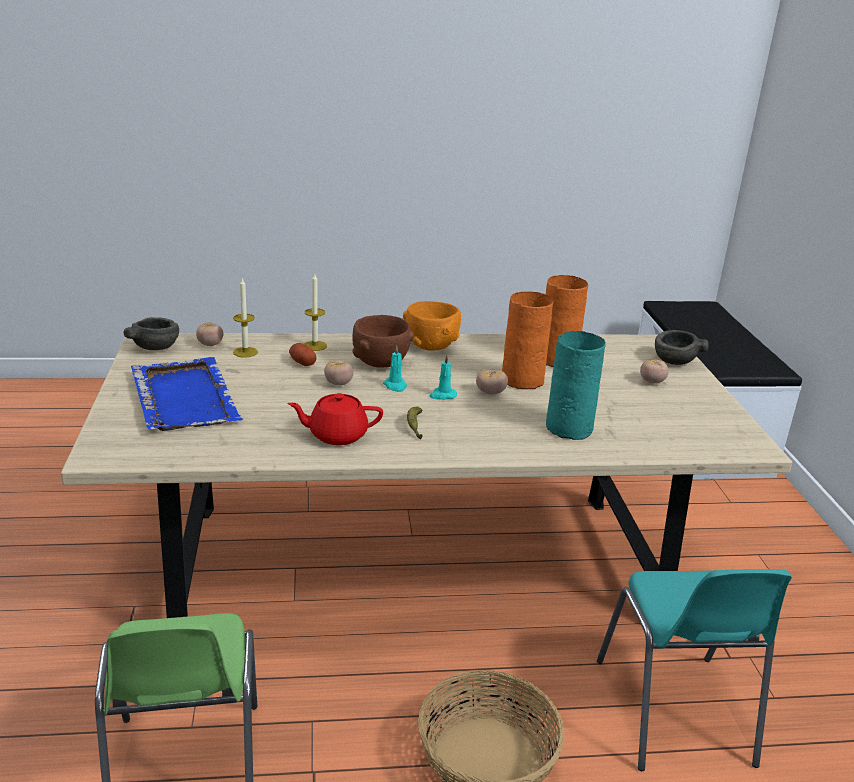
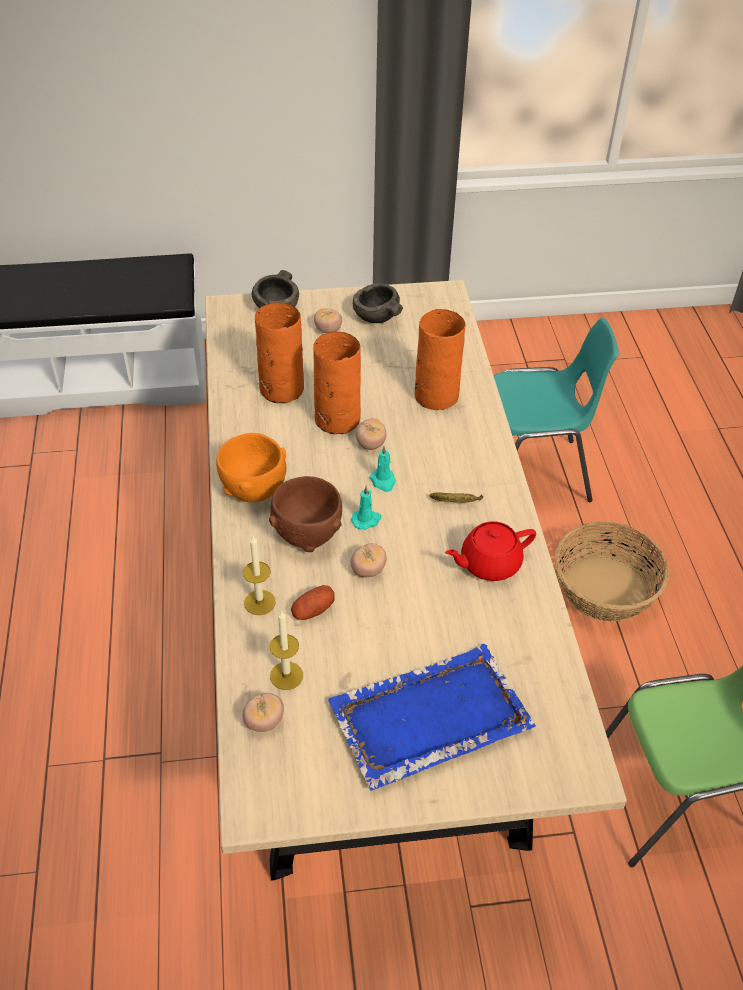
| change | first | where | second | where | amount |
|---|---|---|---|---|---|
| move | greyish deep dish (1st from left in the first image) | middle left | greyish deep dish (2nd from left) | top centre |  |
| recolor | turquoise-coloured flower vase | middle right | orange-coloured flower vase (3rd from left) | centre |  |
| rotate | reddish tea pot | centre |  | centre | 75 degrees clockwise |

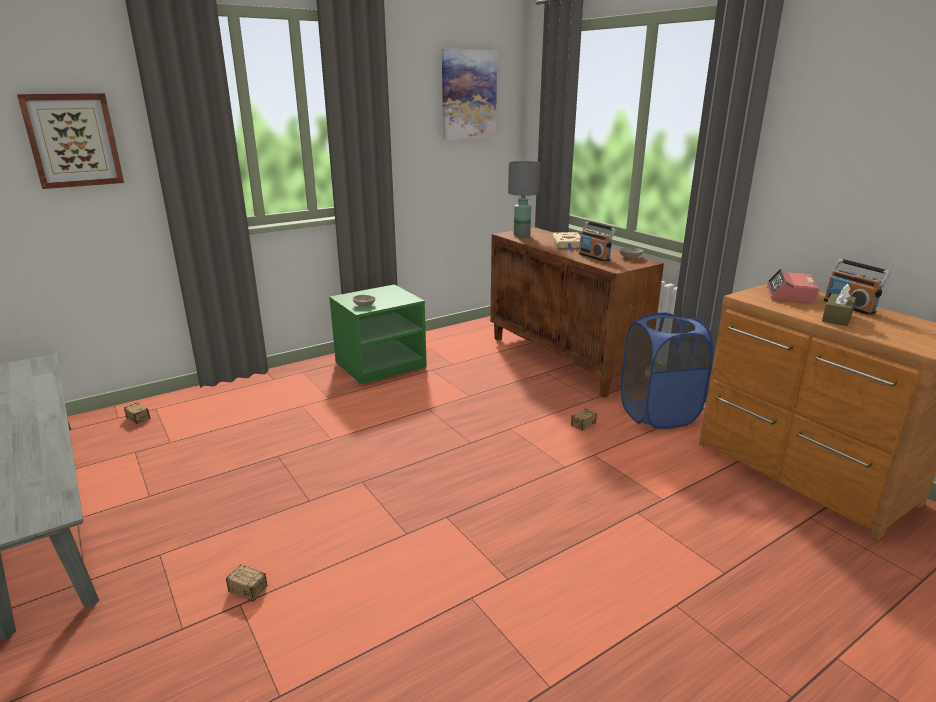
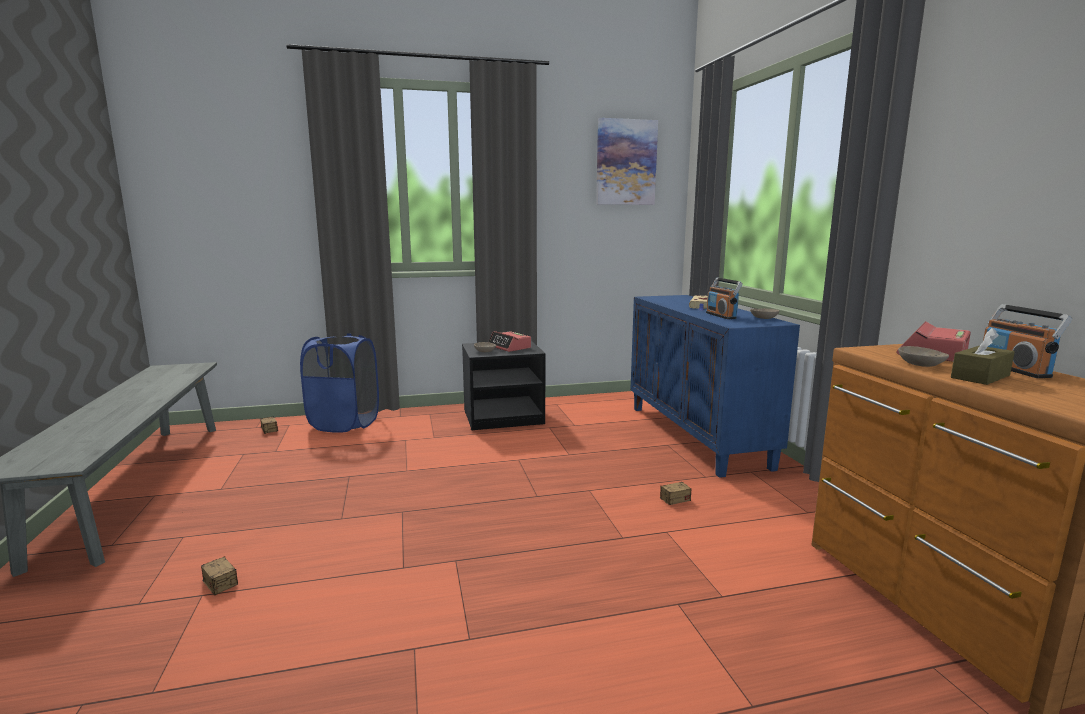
| change | first | where | second | where | amount |
|---|---|---|---|---|---|
| move | blue hamper | middle right |  | middle left |  |
| recolor | greenish nightstand | centre | black-coloured nightstand | centre |  |
| insert |  |  | alarm clock (1st from left) | centre |  |
| recolor | brown-coloured storage cabinet | centre | blue storage cabinet | centre |  |
| insert |  |  | beige deep dish (3rd from left) | middle right |  |
| delete | picture (1st from left) | top left |  |  |  |
| delete | greyish lamp for a table | top centre |  |  |  |

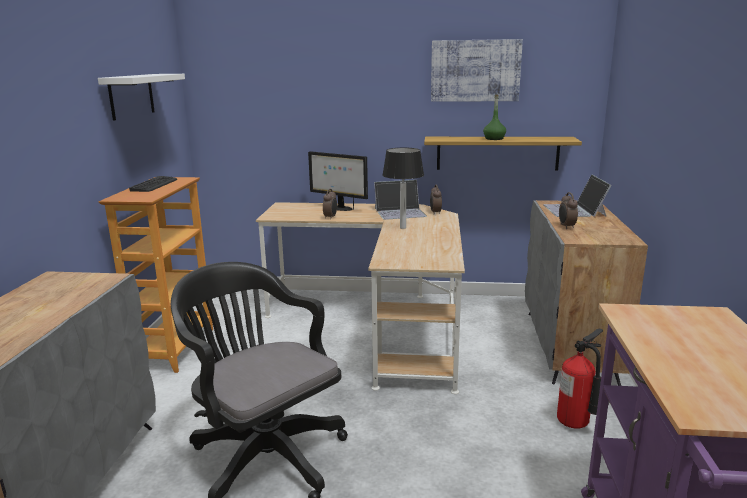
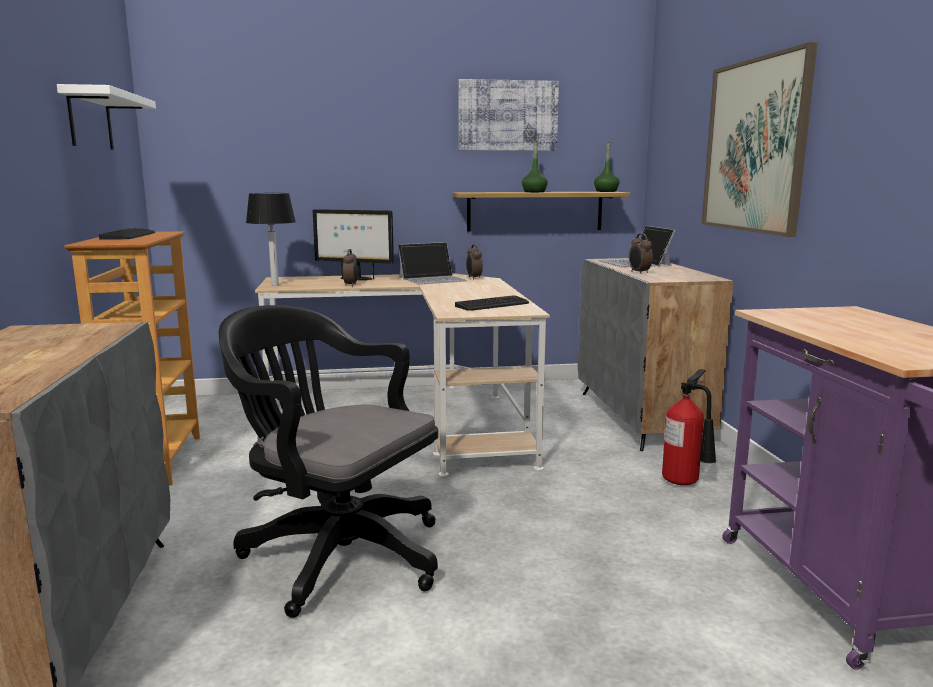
| change | first | where | second | where | amount |
|---|---|---|---|---|---|
| move | lamp for a table | centre |  | middle left |  |
| insert |  |  | computer keyboard (2nd from left) | centre |  |
| insert |  |  | greenish drink bottle (2nd from left) | top centre |  |
| insert |  |  | picture (2nd from left) | top right |  |

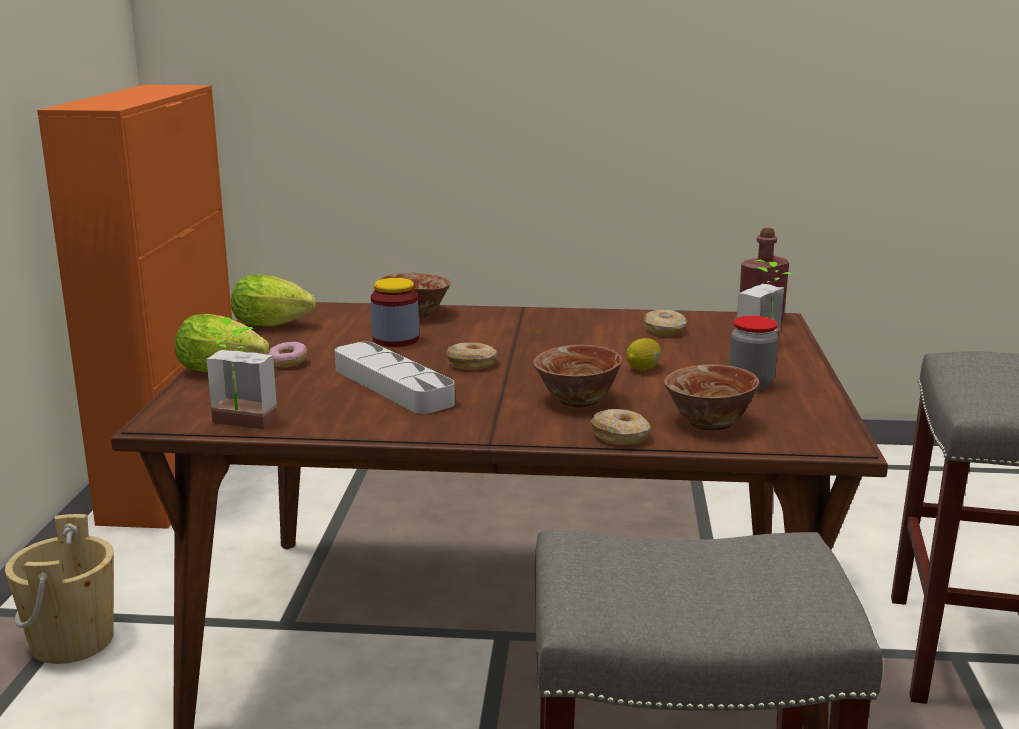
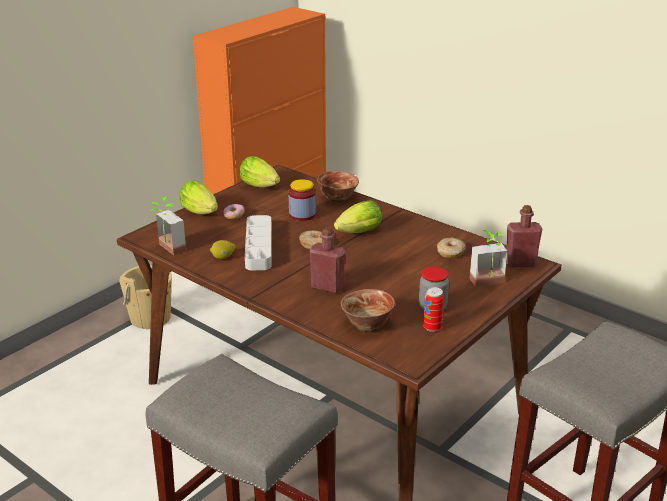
| change | first | where | second | where | amount |
|---|---|---|---|---|---|
| move | lemon | centre |  | middle left |  |
| replace | deep dish (2nd from left) | centre | reddish drink bottle (1st from left) | centre |  |
| insert |  |  | lettuce head (3rd from left) | centre |  |
| insert |  |  | can | centre |  |
| delete | doughnut (3rd from left) | centre |  |  |  |

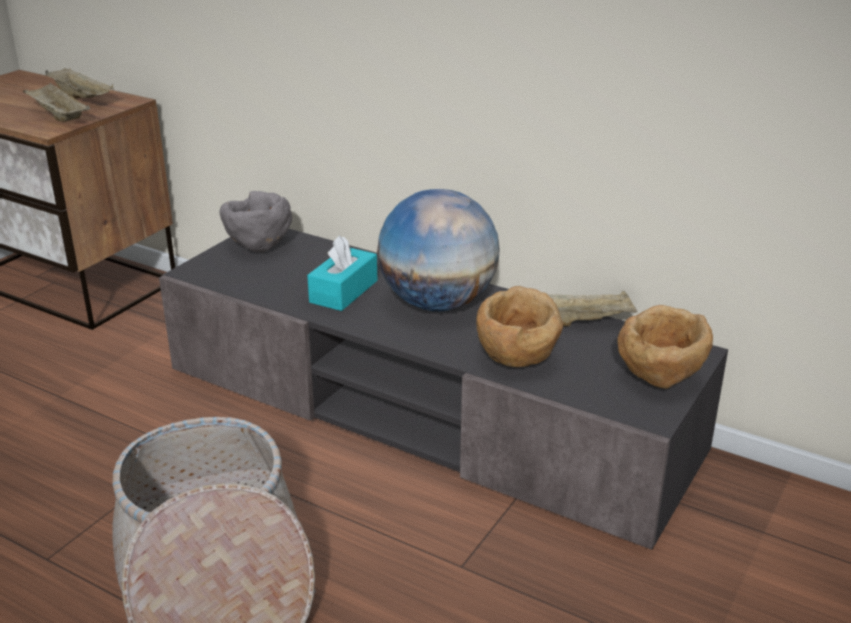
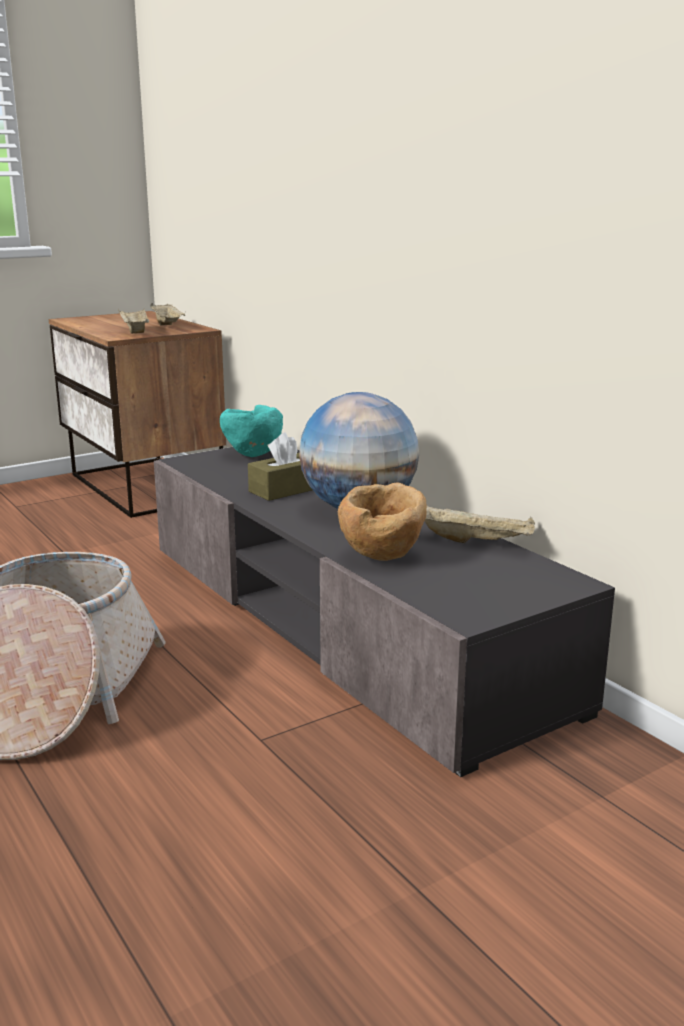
| change | first | where | second | where | amount |
|---|---|---|---|---|---|
| recolor | greyish deep dish | middle left | turquoise-coloured deep dish | centre |  |
| recolor | turquoise-coloured box of tissues | centre | brown-coloured box of tissues | centre |  |
| delete | brown-coloured deep dish (2nd from left) | middle right |  |  |  |

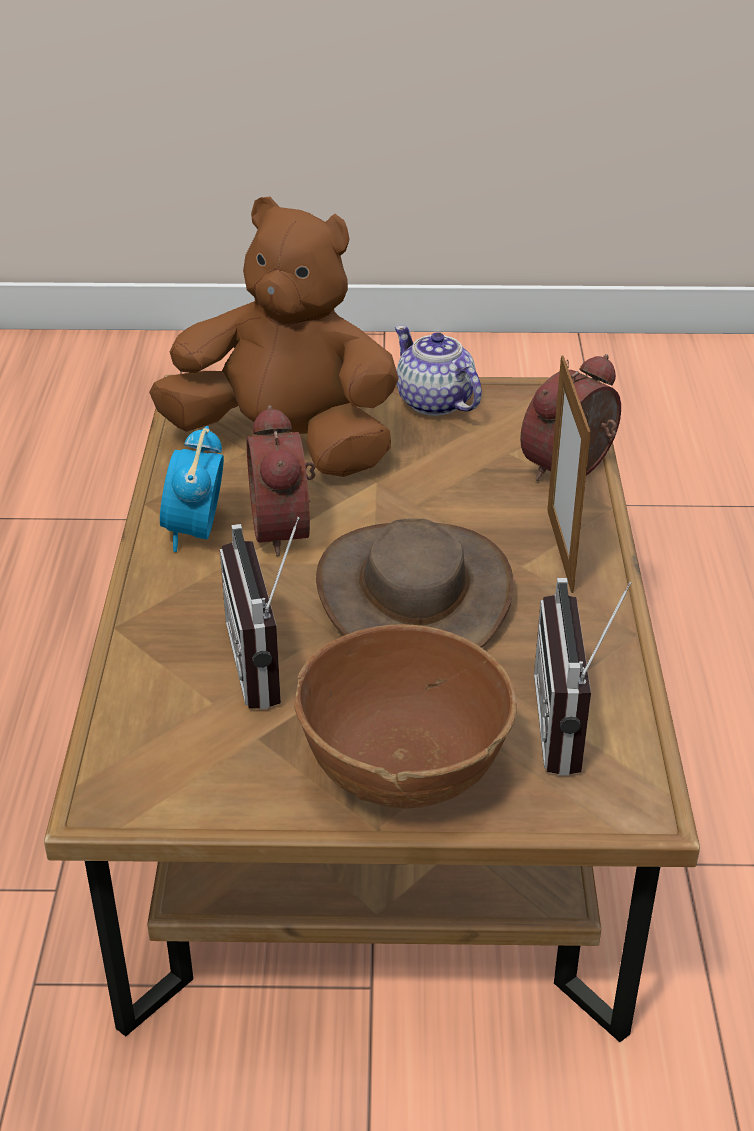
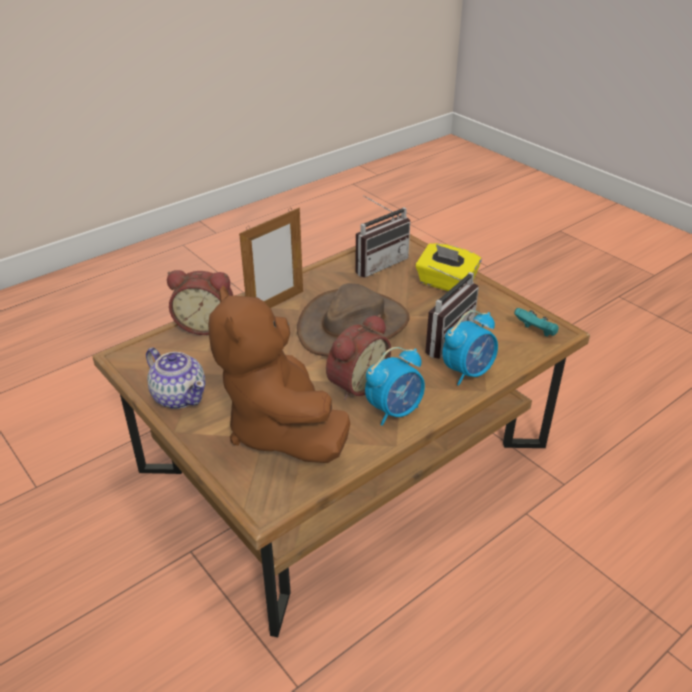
| change | first | where | second | where | amount |
|---|---|---|---|---|---|
| rotate | tea pot | top centre |  | middle left | 60 degrees counterclockwise |
| replace | brown-coloured deep dish | centre | yellow-coloured box of tissues | centre |  |
| insert |  |  | alarm clock (4th from left) | middle right |  |
| insert |  |  | turquoise-coloured game controller | middle right |  |

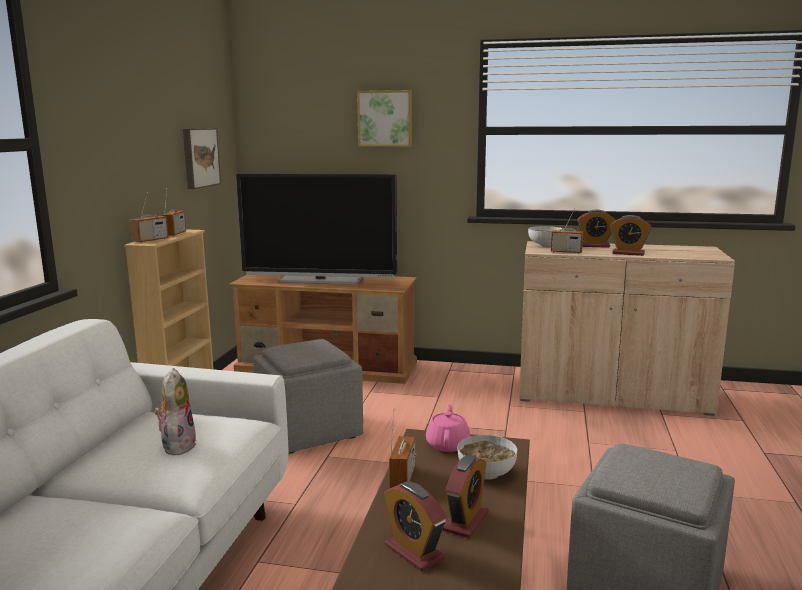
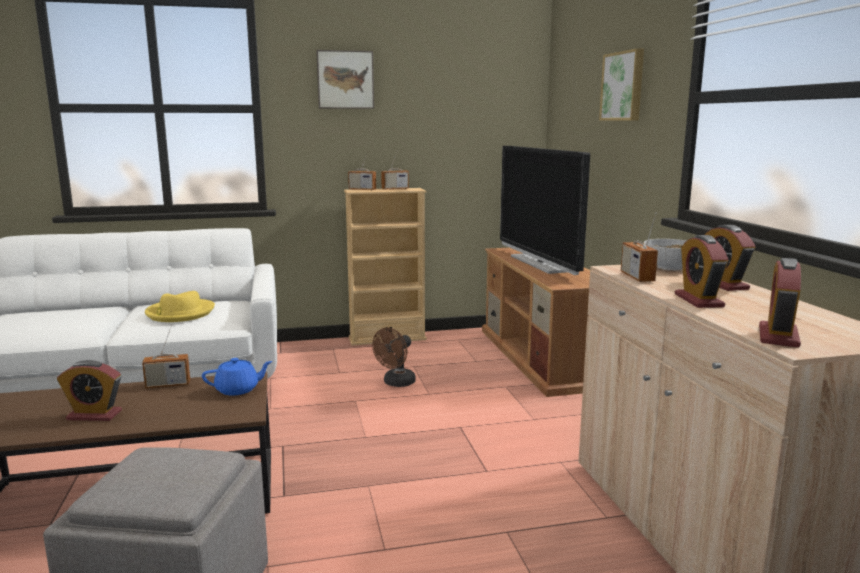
| change | first | where | second | where | amount |
|---|---|---|---|---|---|
| replace | cuddly toy | bottom left | yellow-coloured clothing hat | middle left |  |
| recolor | pink tea pot | bottom centre | blue tea pot | middle left |  |
| move | picture (1st from left) | top left |  | top centre |  |
| replace | greyish footrest (1st from left) | bottom centre | brown-coloured fan | centre |  |
| move | alarm clock (1st from left in the first image) | bottom centre | alarm clock (4th from left) | middle right |  |
| delete | deep dish (1st from left) | bottom centre |  |  |  |

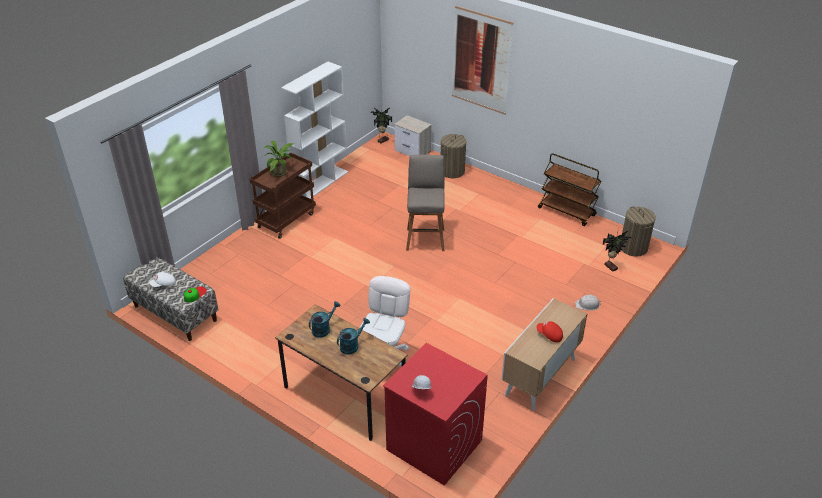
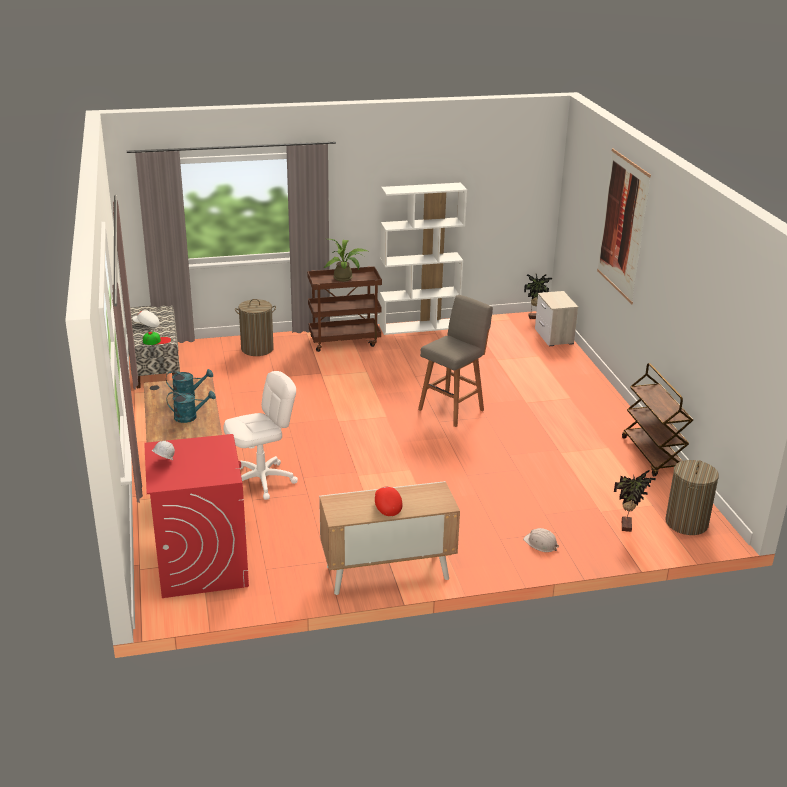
| change | first | where | second | where | amount |
|---|---|---|---|---|---|
| move | hamper (1st from left) | top centre |  | middle left |  |

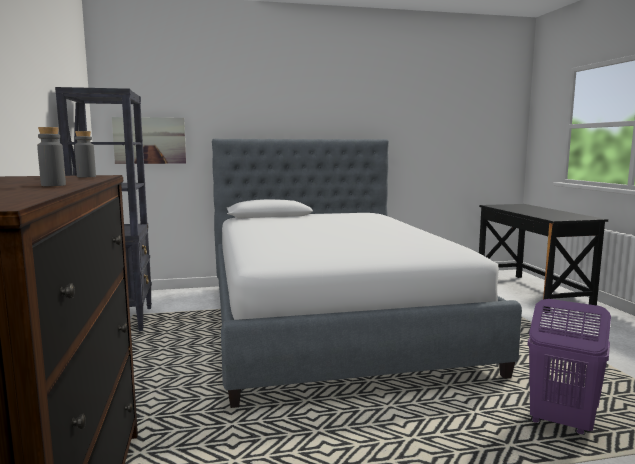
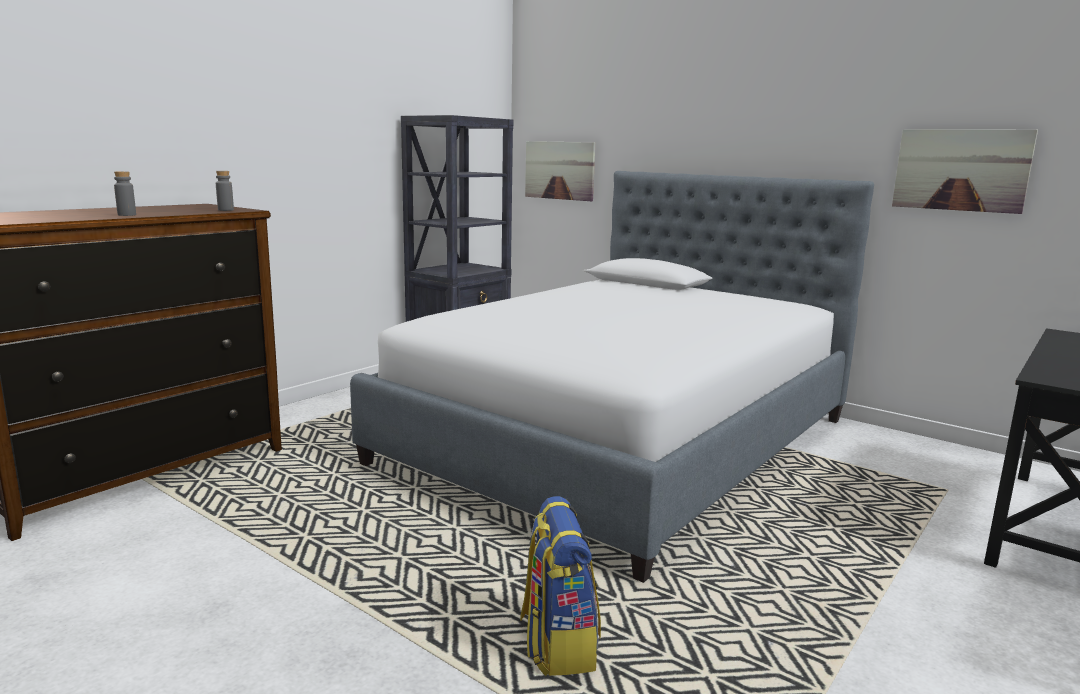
| change | first | where | second | where | amount |
|---|---|---|---|---|---|
| replace | purple-coloured hamper | bottom right | knapsack | bottom centre |  |
| insert |  |  | picture (2nd from left) | top right |  |

